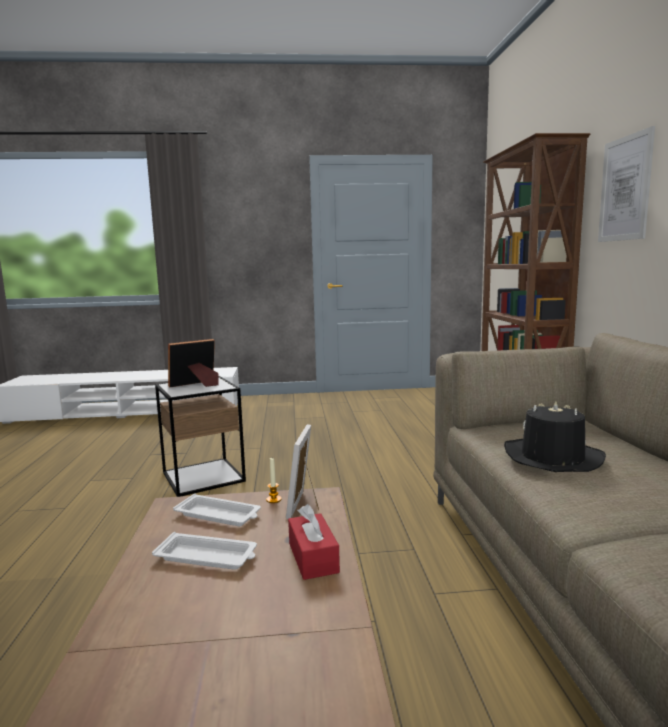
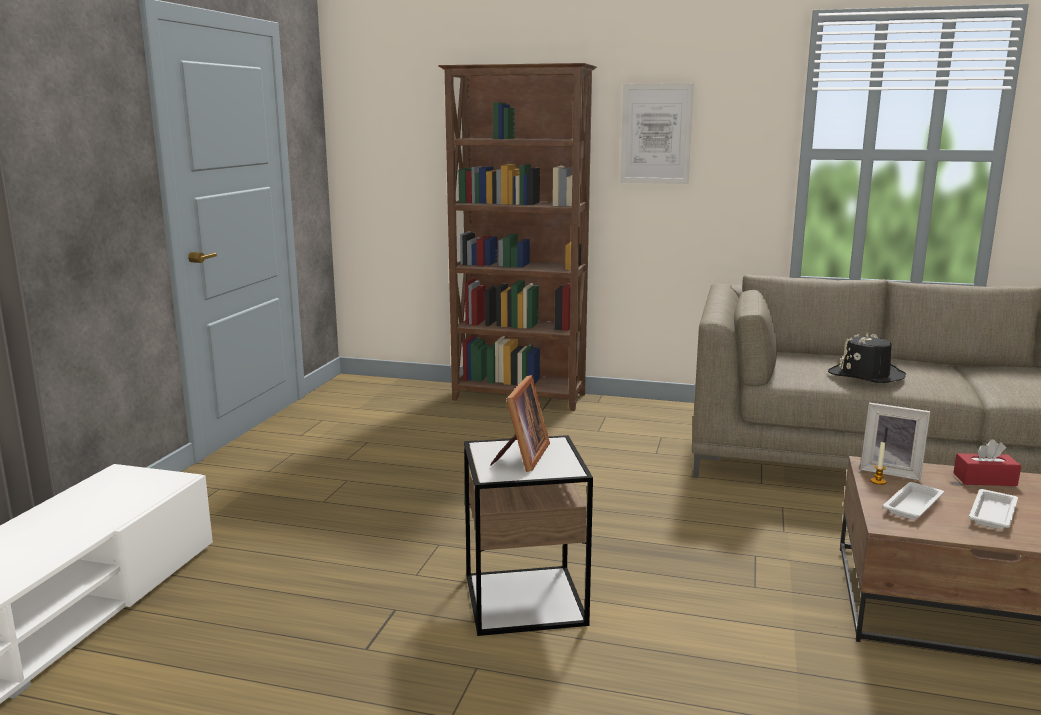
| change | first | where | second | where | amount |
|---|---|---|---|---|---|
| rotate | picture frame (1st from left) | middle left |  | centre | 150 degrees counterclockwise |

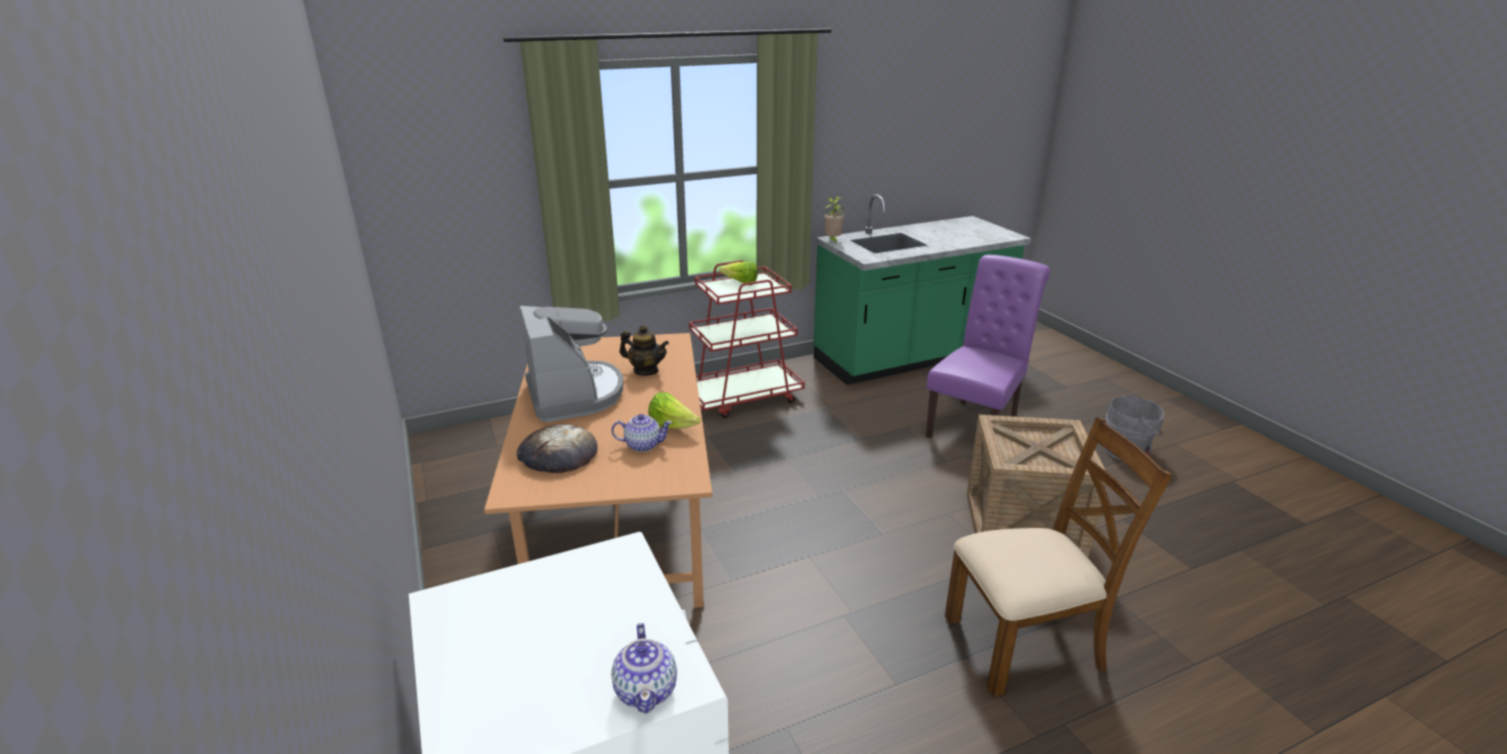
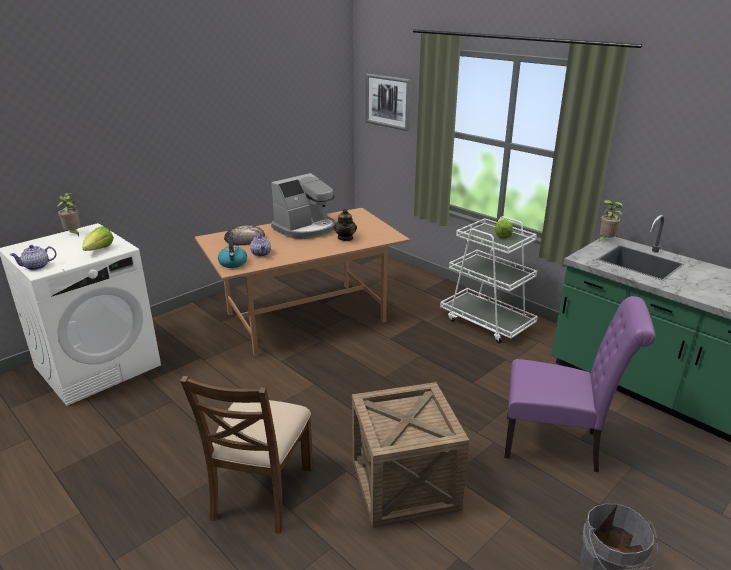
| change | first | where | second | where | amount |
|---|---|---|---|---|---|
| insert |  |  | plant in a pot (1st from left) | middle left |  |
| move | lettuce head (1st from left) | centre |  | middle left |  |
| rotate | brown-coloured plain chair | bottom right |  | bottom centre | 45 degrees clockwise |
| insert |  |  | kettle | middle left |  |
| insert |  |  | picture | top centre |  |
| recolor | reddish wheeled cart | centre | white-coloured wheeled cart | middle right |  |

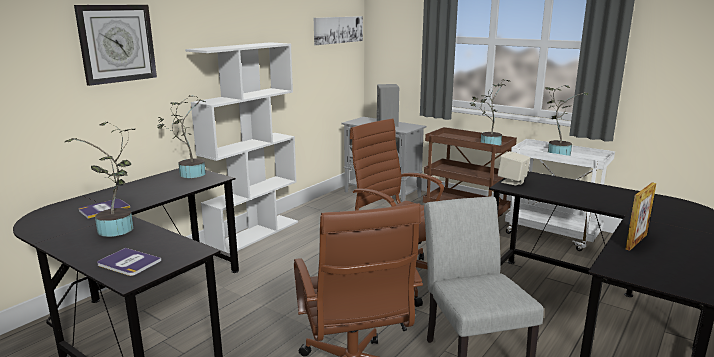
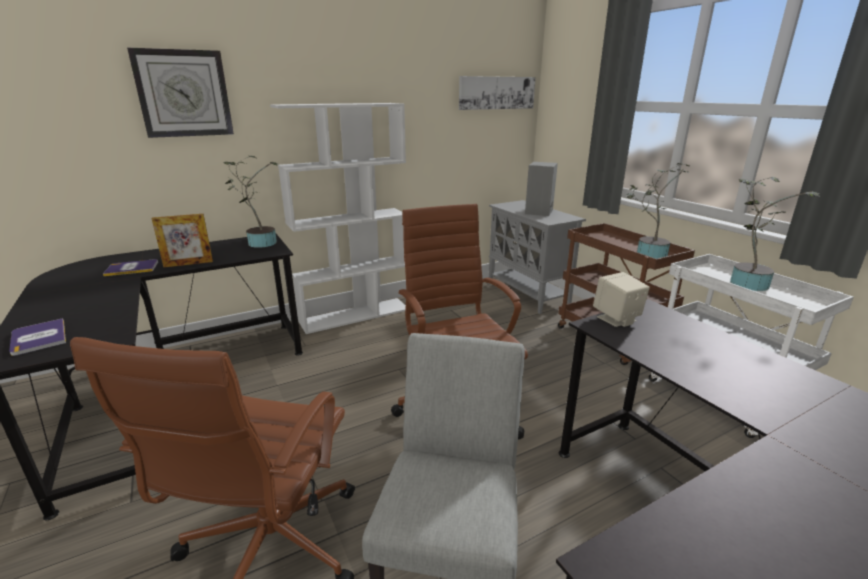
| change | first | where | second | where | amount |
|---|---|---|---|---|---|
| move | picture frame | middle right |  | middle left |  |
| delete | plant in a pot (1st from left) | middle left |  |  |  |

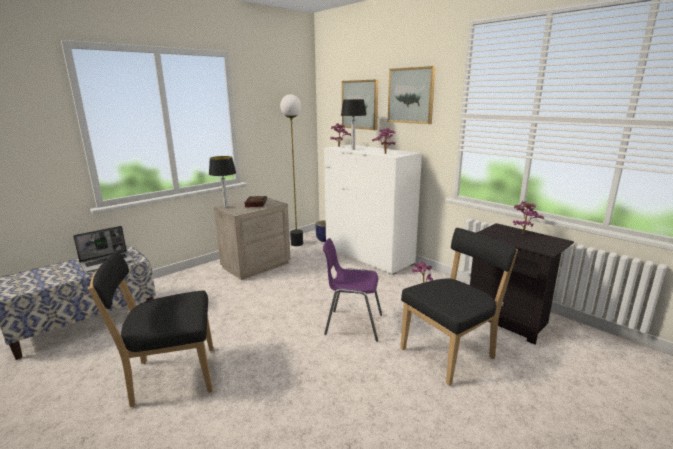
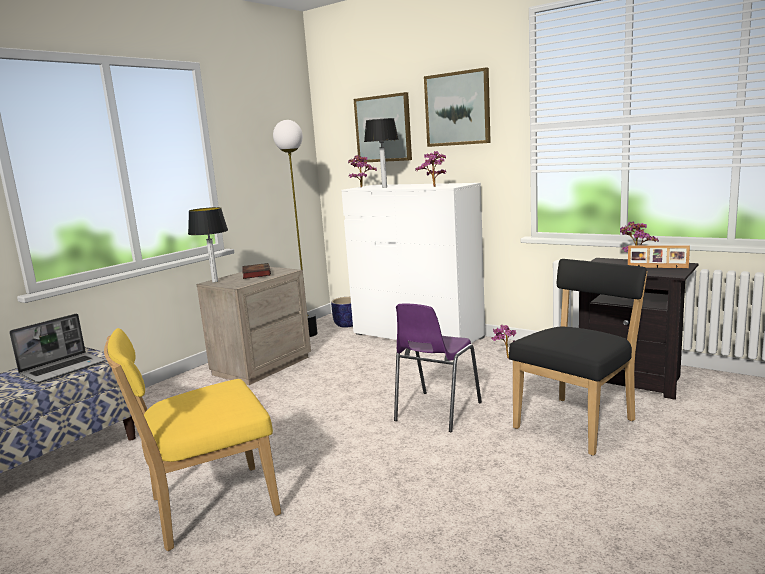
| change | first | where | second | where | amount |
|---|---|---|---|---|---|
| recolor | black-coloured plain chair (1st from left) | bottom left | yellow-coloured plain chair | bottom left |  |
| rotate | purple-coloured plain chair | centre |  | centre | 60 degrees counterclockwise |
| insert |  |  | picture frame | middle right |  |

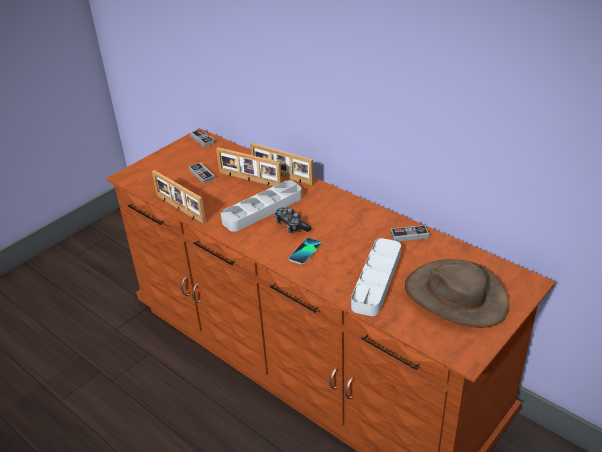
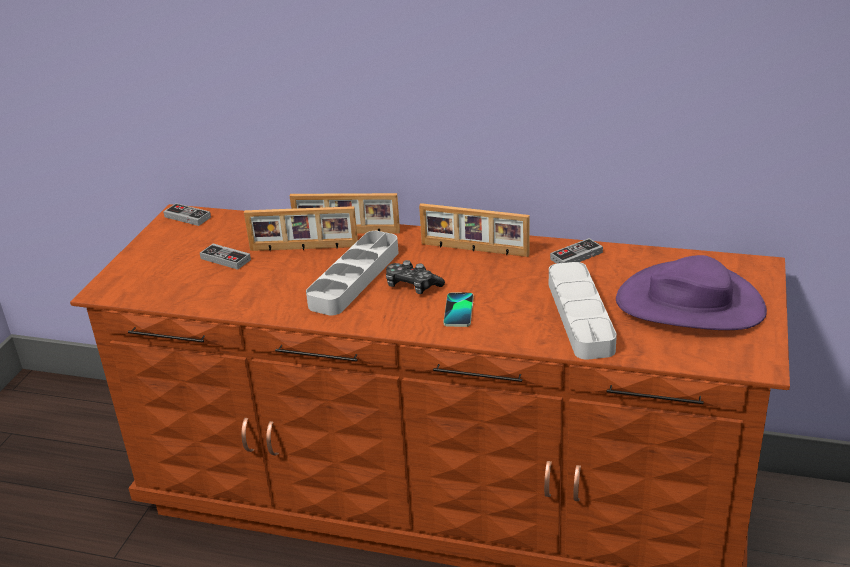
| change | first | where | second | where | amount |
|---|---|---|---|---|---|
| move | picture frame (1st from left in the first image) | middle left | picture frame (3rd from left) | centre |  |
| recolor | brown-coloured clothing hat | middle right | purple-coloured clothing hat | middle right |  |

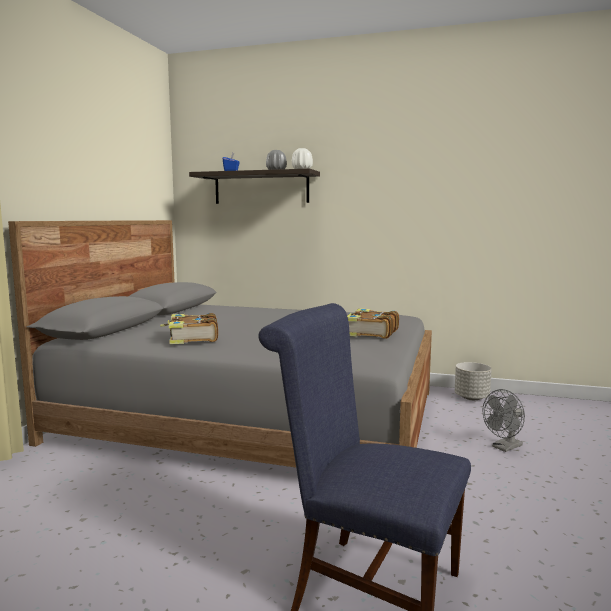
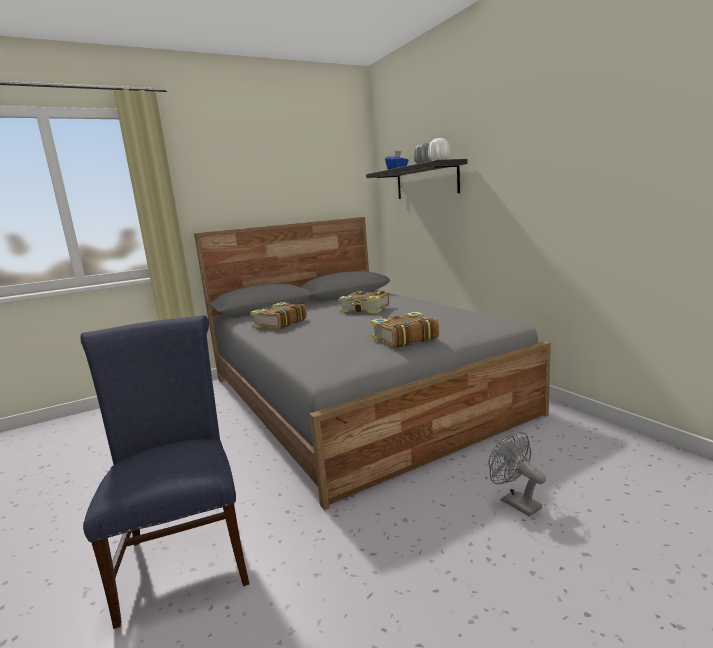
| change | first | where | second | where | amount |
|---|---|---|---|---|---|
| insert |  |  | volume (2nd from left) | centre |  |
| rotate | greyish fan | bottom right |  | bottom right | 45 degrees clockwise |
| delete | greyish planter | middle right |  |  |  |

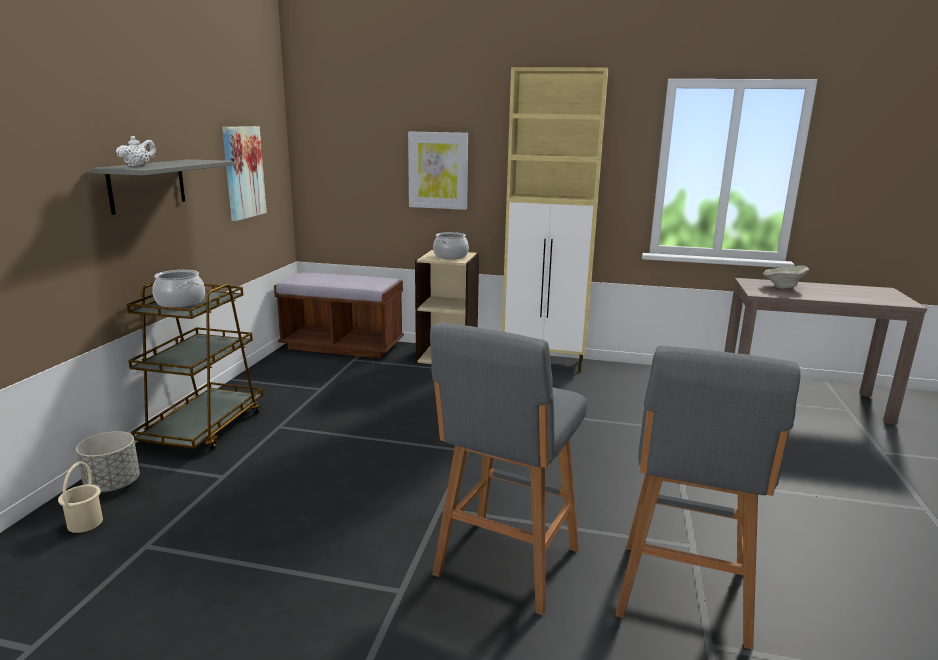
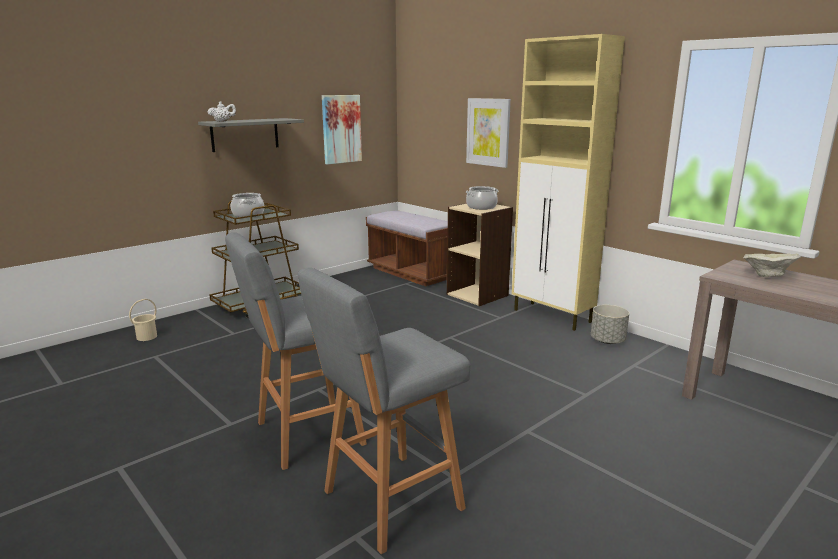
| change | first | where | second | where | amount |
|---|---|---|---|---|---|
| move | greyish planter | bottom left |  | middle right |  |

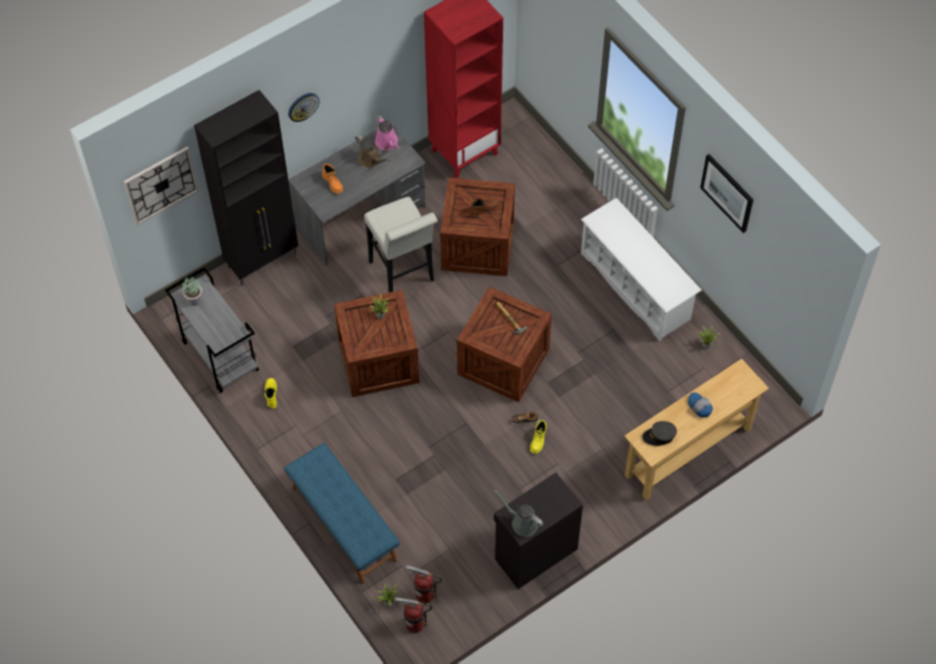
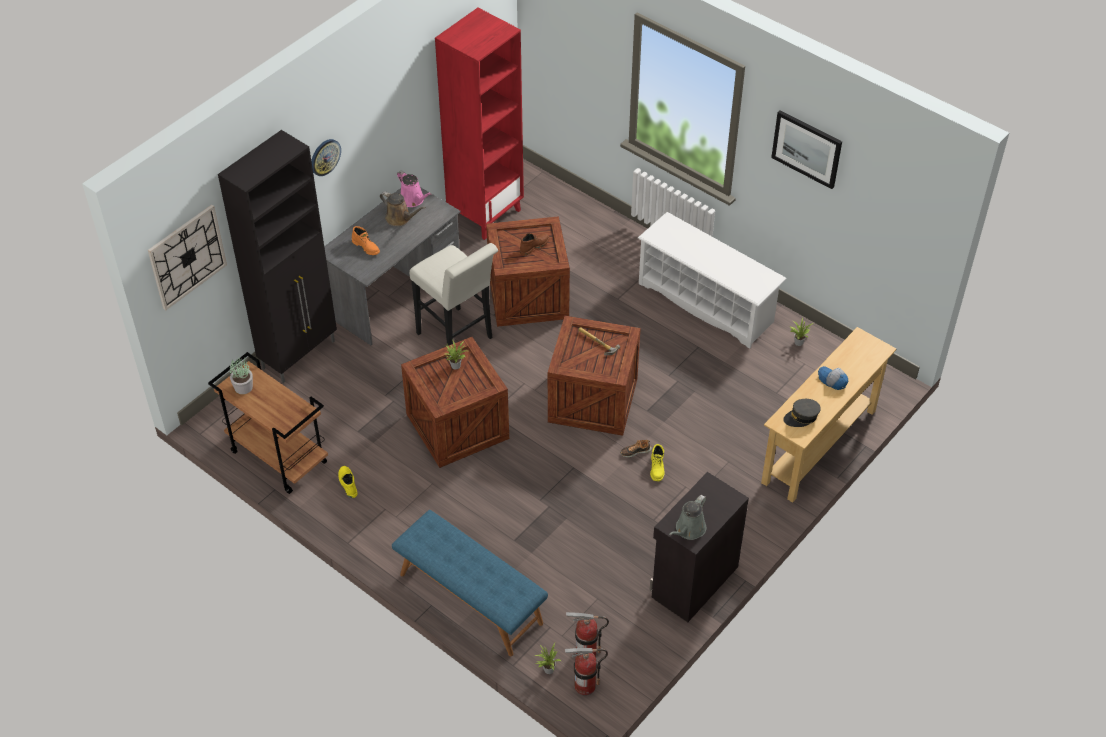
| change | first | where | second | where | amount |
|---|---|---|---|---|---|
| recolor | greyish wheeled cart | middle left | brown-coloured wheeled cart | middle left |  |
| rotate | greyish watering pot | bottom centre |  | bottom centre | 75 degrees counterclockwise |

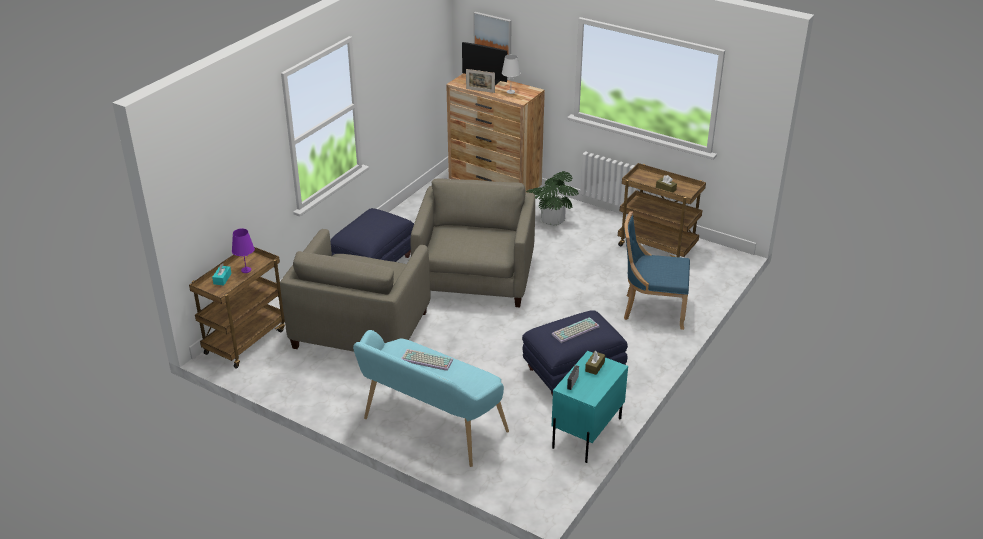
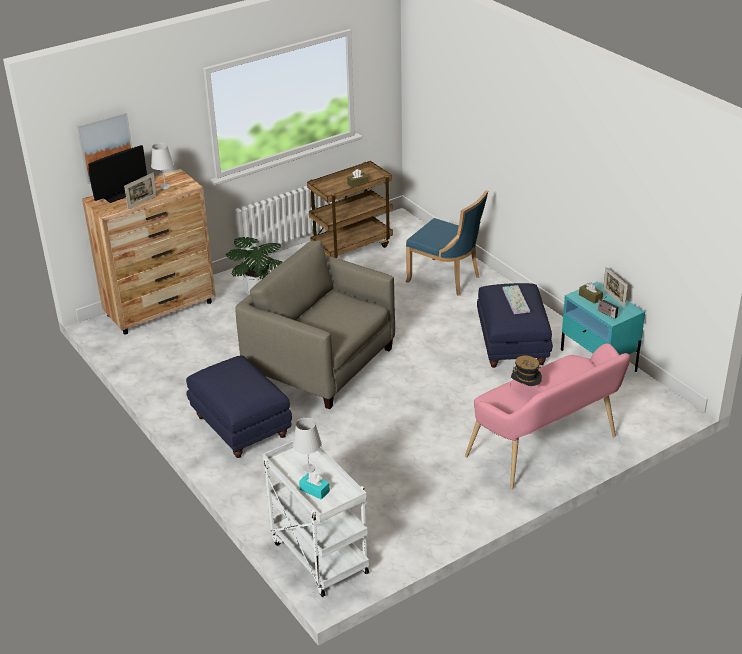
| change | first | where | second | where | amount |
|---|---|---|---|---|---|
| recolor | brown-coloured wheeled cart (1st from left) | middle left | white-coloured wheeled cart | bottom centre |  |
| recolor | purple-coloured lamp for a table | middle left | white-coloured lamp for a table (2nd from left) | bottom centre |  |
| rotate | blue plain chair | middle right |  | centre | 90 degrees counterclockwise |
| recolor | turquoise-coloured indoor bench | bottom centre | pink indoor bench | middle right |  |
| replace | computer keyboard (1st from left) | bottom centre | clothing hat | middle right |  |
| insert |  |  | picture frame (2nd from left) | middle right |  |
| delete | beige armchair (1st from left) | centre |  |  |  |

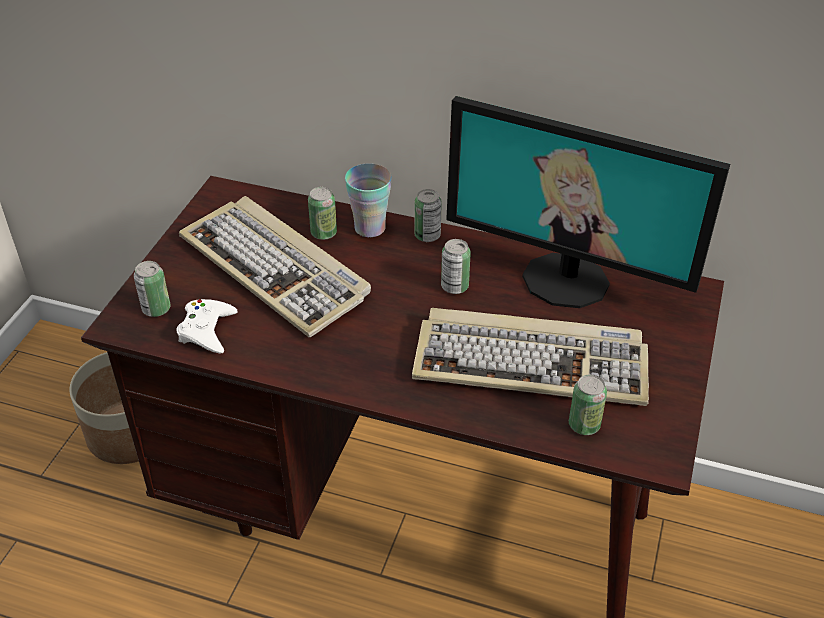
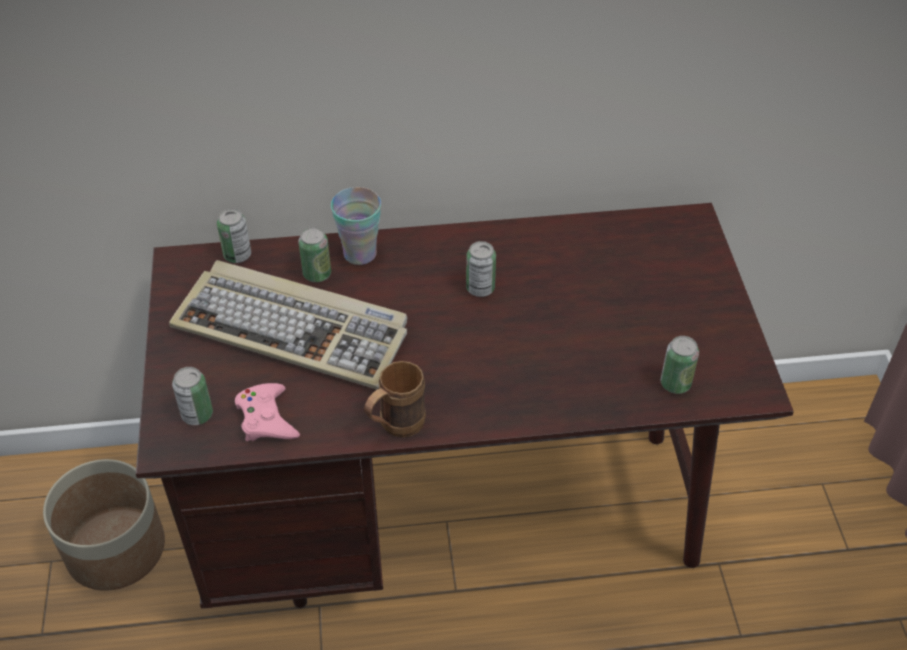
| change | first | where | second | where | amount |
|---|---|---|---|---|---|
| move | can (3rd from left in the first image) | centre | can (2nd from left) | middle left |  |
| recolor | white-coloured game controller | middle left | pink game controller | middle left |  |
| insert |  |  | brown-coloured tea mug | centre |  |
| delete | computer keyboard (2nd from left) | centre |  |  |  |
| delete | computer display | top right |  |  |  |

